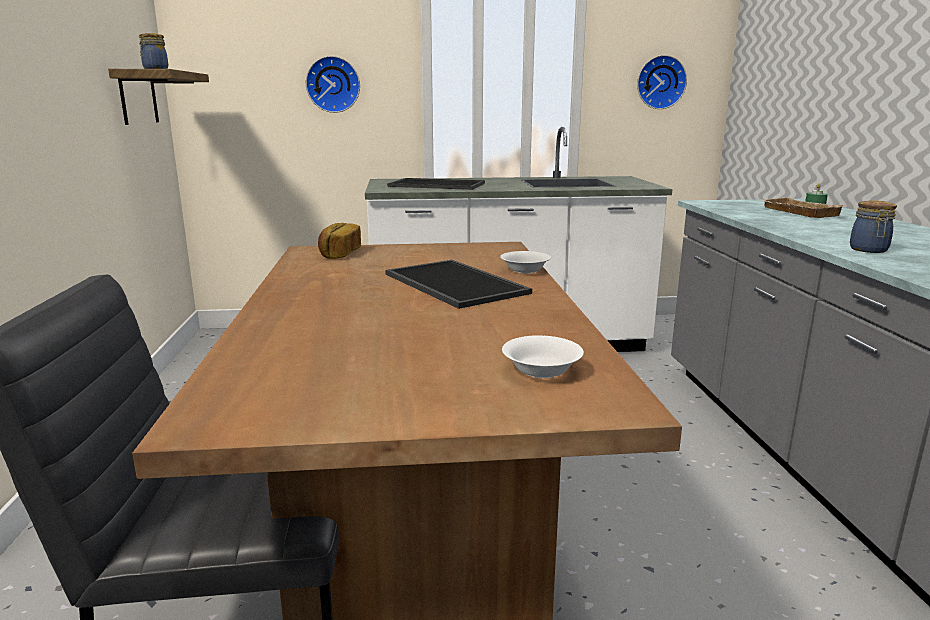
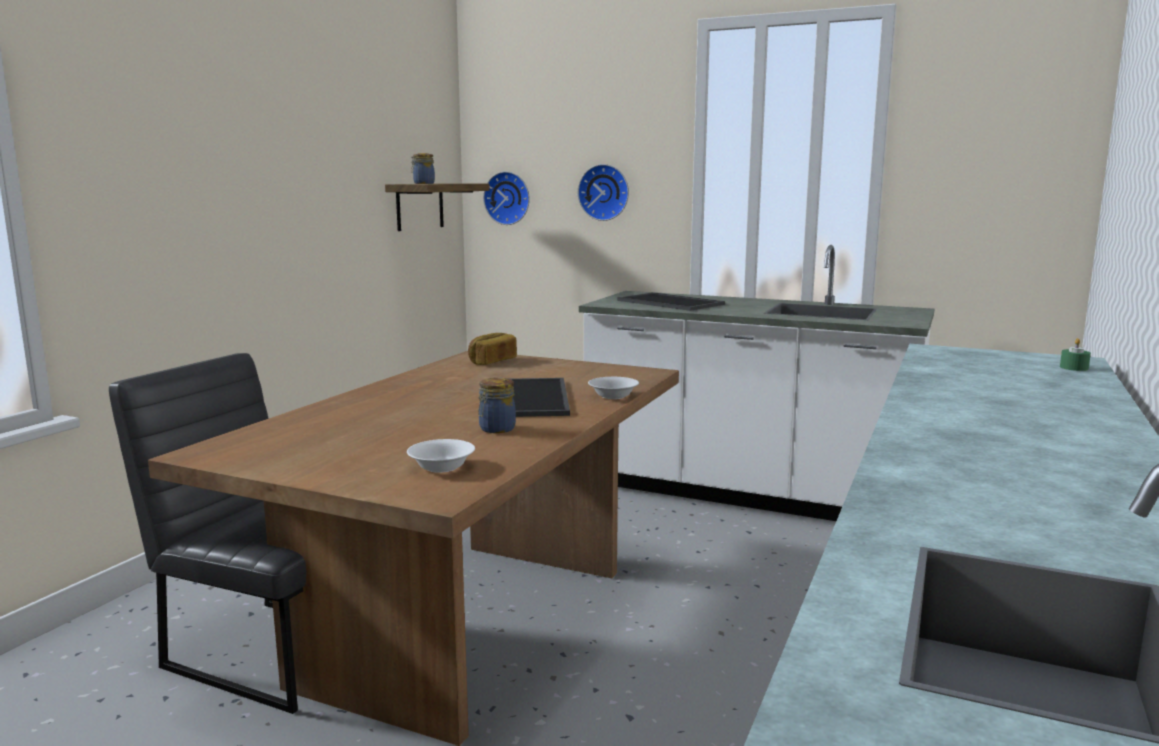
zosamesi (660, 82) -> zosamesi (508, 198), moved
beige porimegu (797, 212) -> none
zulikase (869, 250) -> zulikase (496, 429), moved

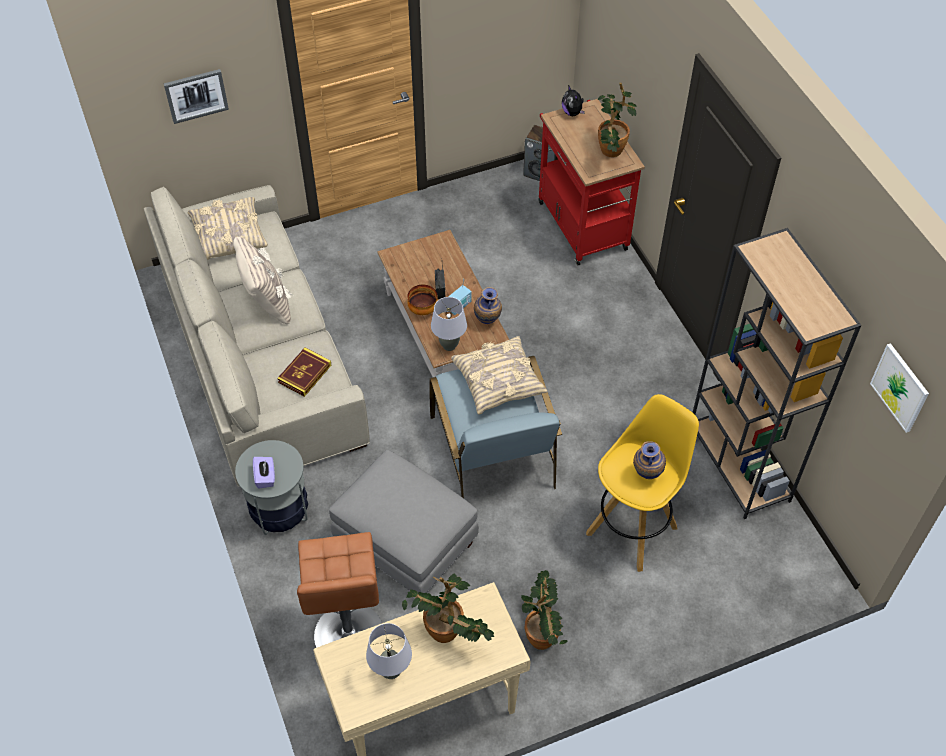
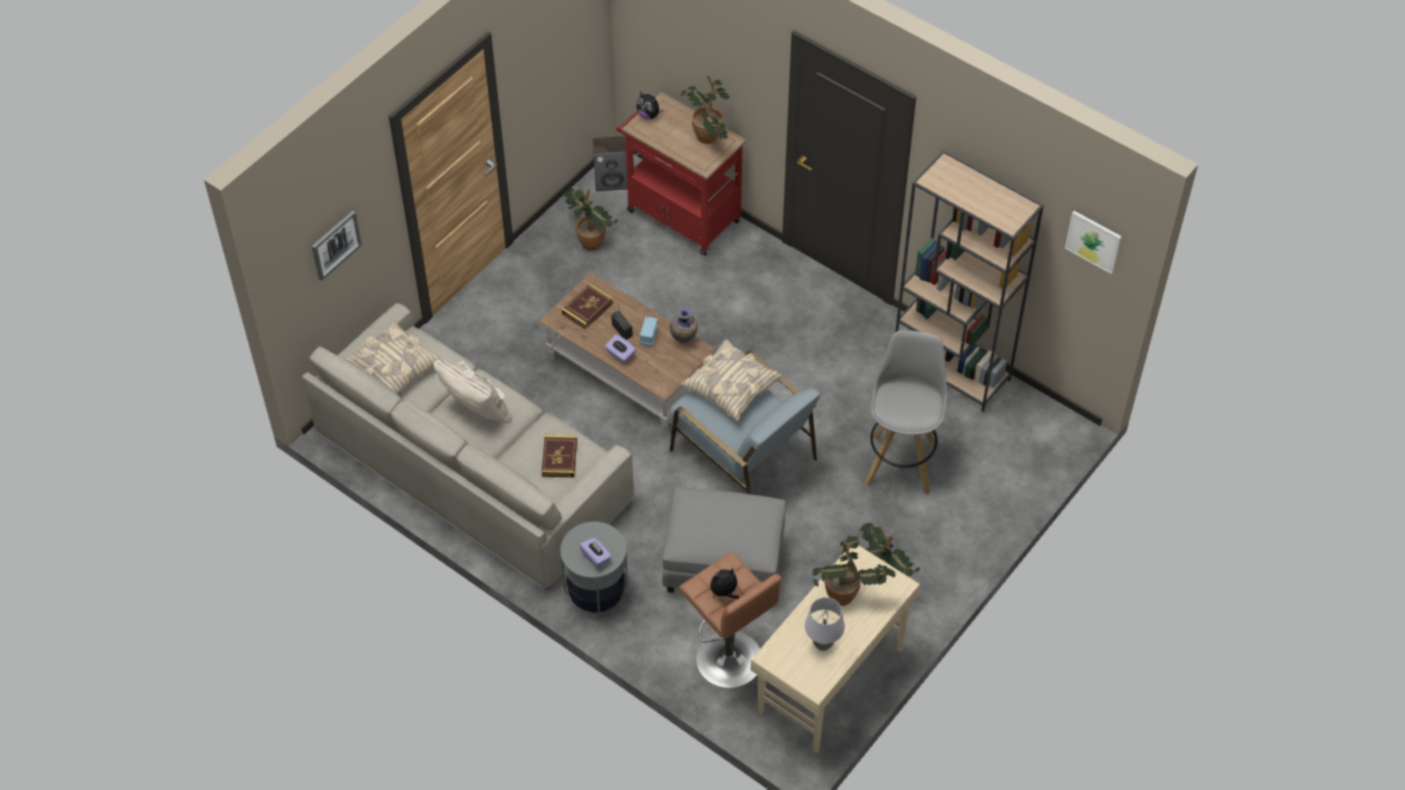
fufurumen (423, 310) -> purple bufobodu (620, 355)
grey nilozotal (449, 345) -> none
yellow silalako (633, 529) -> grey silalako (901, 462)
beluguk (646, 475) -> none
none -> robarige (589, 239)
none -> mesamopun (588, 308)
none -> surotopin (724, 592)

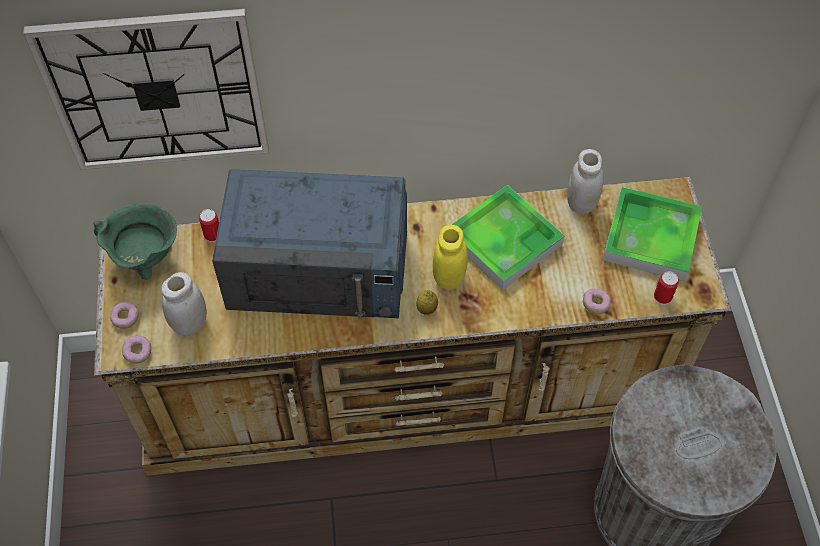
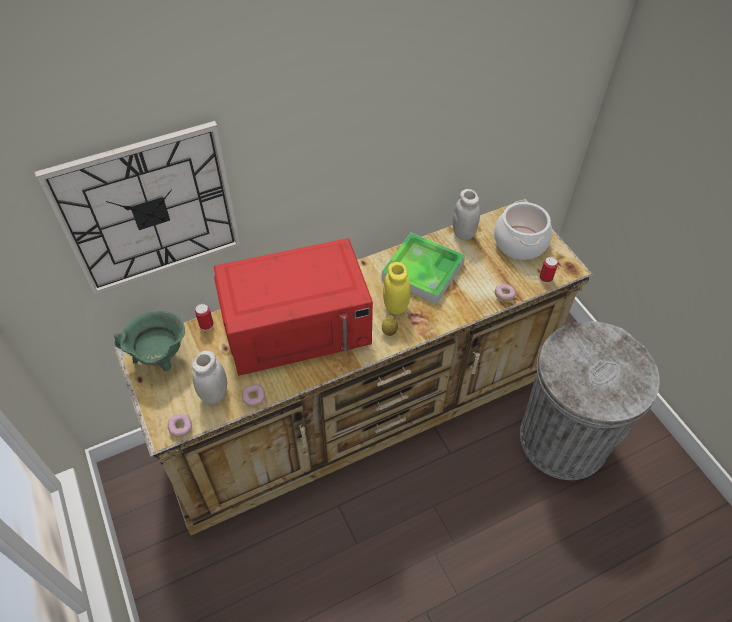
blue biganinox (319, 267) -> red biganinox (298, 325)
porimegu (651, 237) -> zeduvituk (519, 242)
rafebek (126, 318) -> rafebek (254, 398), moved

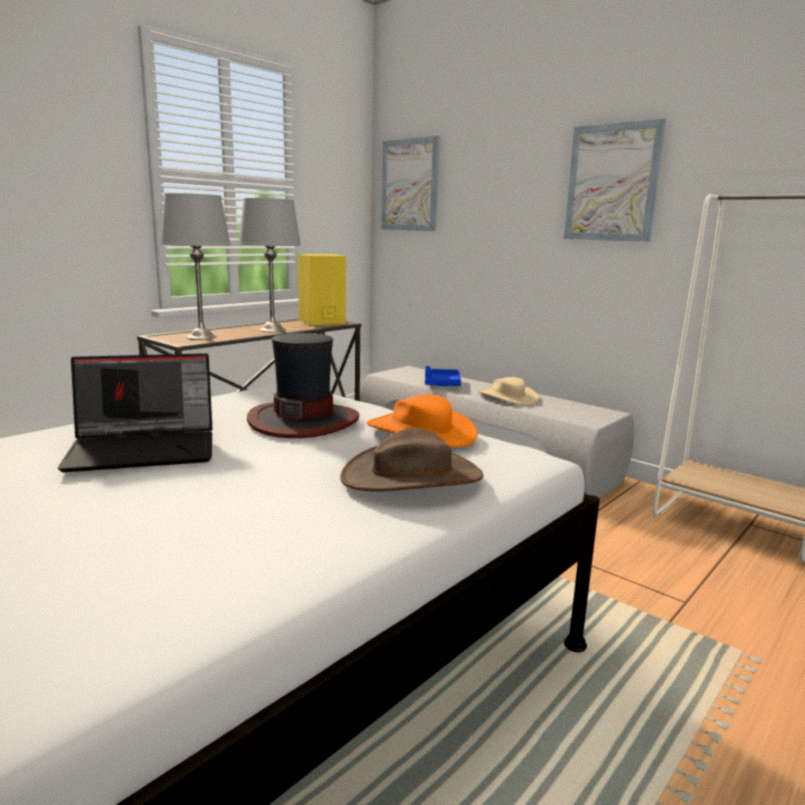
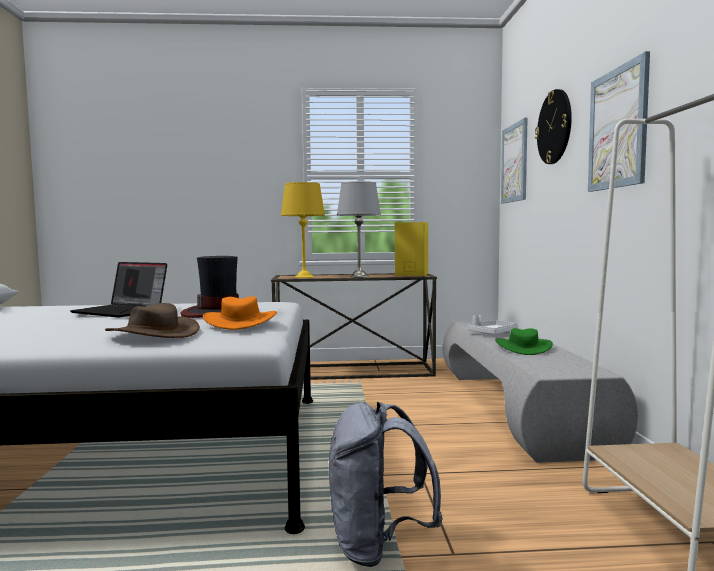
grey nilozotal (202, 337) -> yellow nilozotal (304, 277)
blue porimegu (442, 384) -> white porimegu (492, 333)
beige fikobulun (507, 397) -> green fikobulun (523, 347)
none -> zosamesi (554, 127)
none -> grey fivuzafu (378, 545)

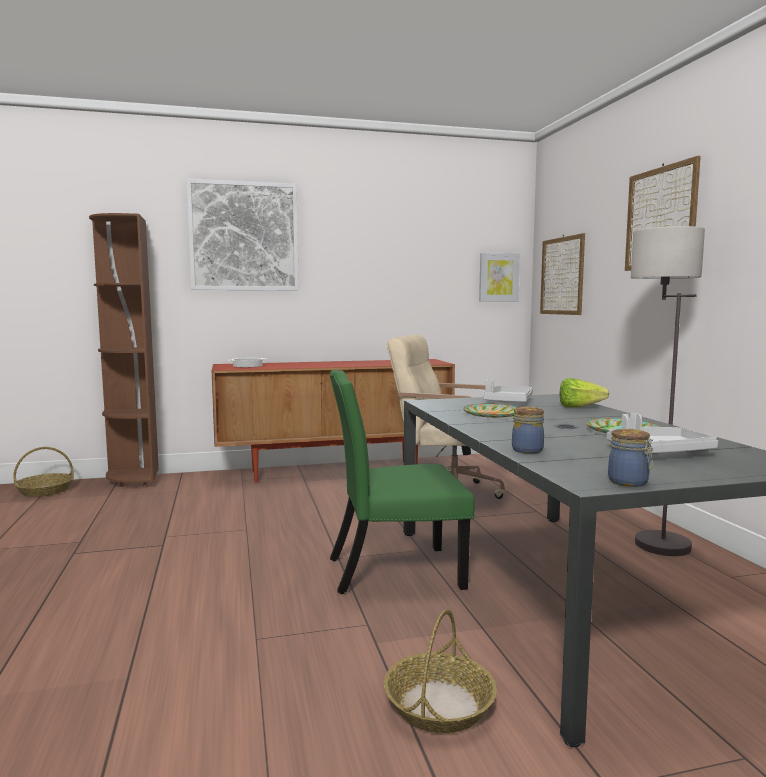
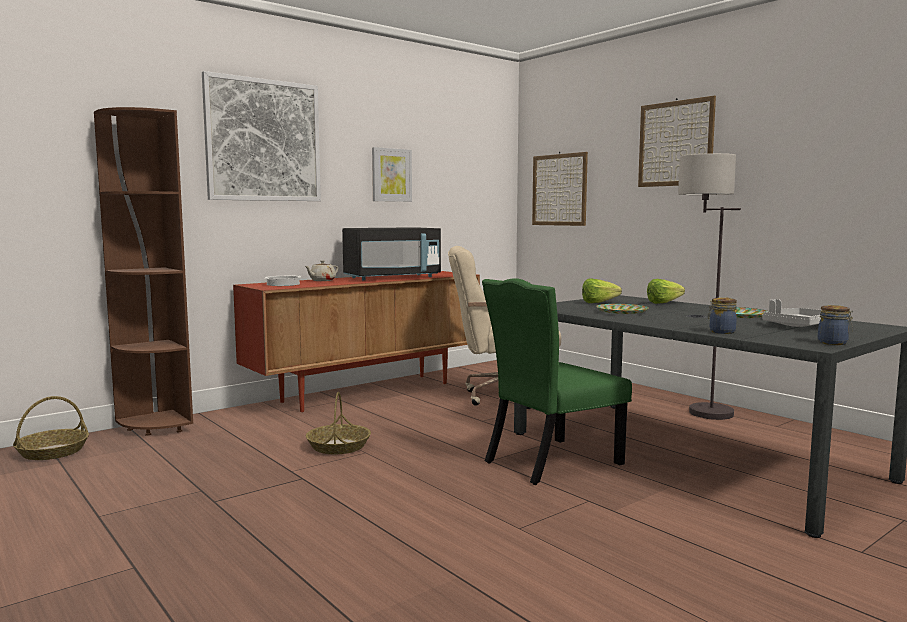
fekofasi (498, 277) -> fekofasi (391, 175), moved
grey porimegu (508, 402) -> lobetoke (602, 303)
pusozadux (439, 704) -> pusozadux (338, 446), moved
none -> black biganinox (392, 278)
none -> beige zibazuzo (322, 280)

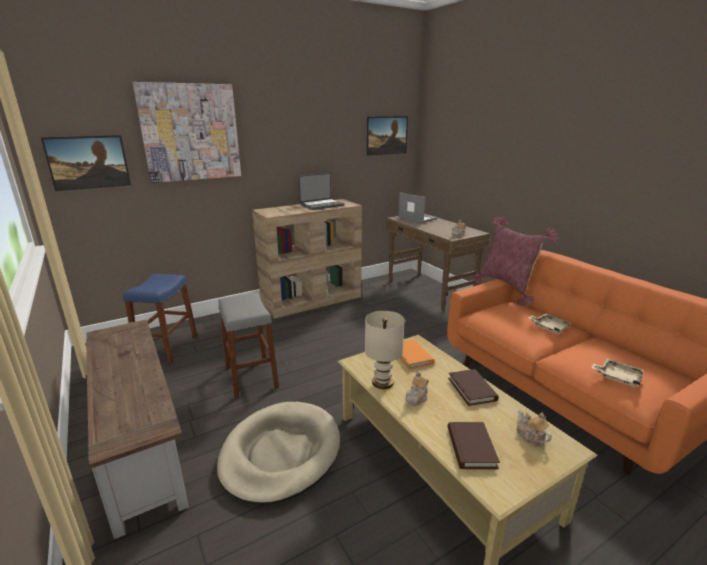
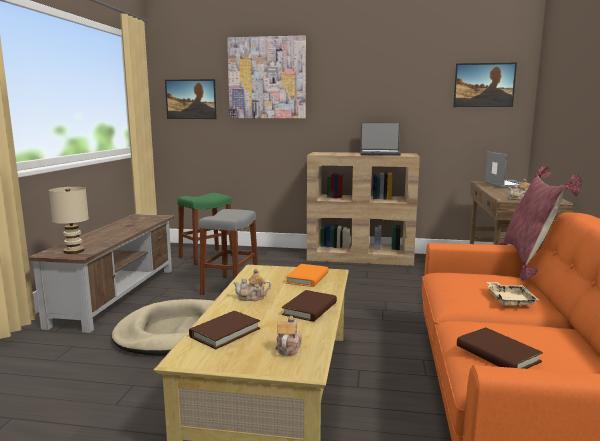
blue silalako (167, 347) -> green silalako (207, 257)
beige nilozotal (382, 382) -> beige nilozotal (74, 251), moved
beige porimegu (617, 377) -> brown mesamopun (497, 354)

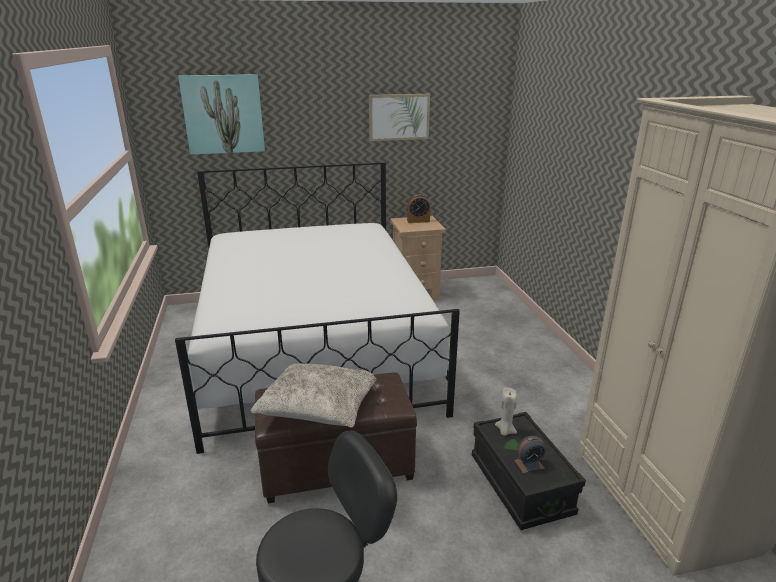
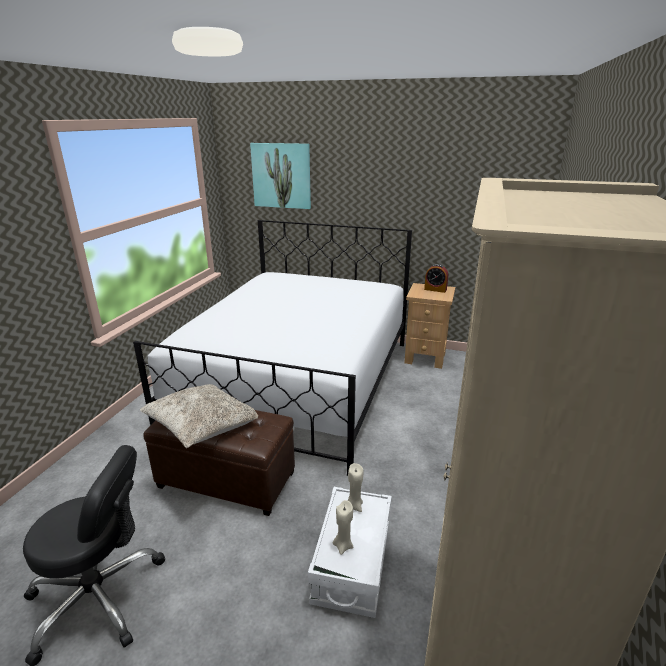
fekofasi (399, 117) -> none
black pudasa (520, 485) -> white pudasa (352, 564)
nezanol (529, 464) -> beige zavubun (343, 545)

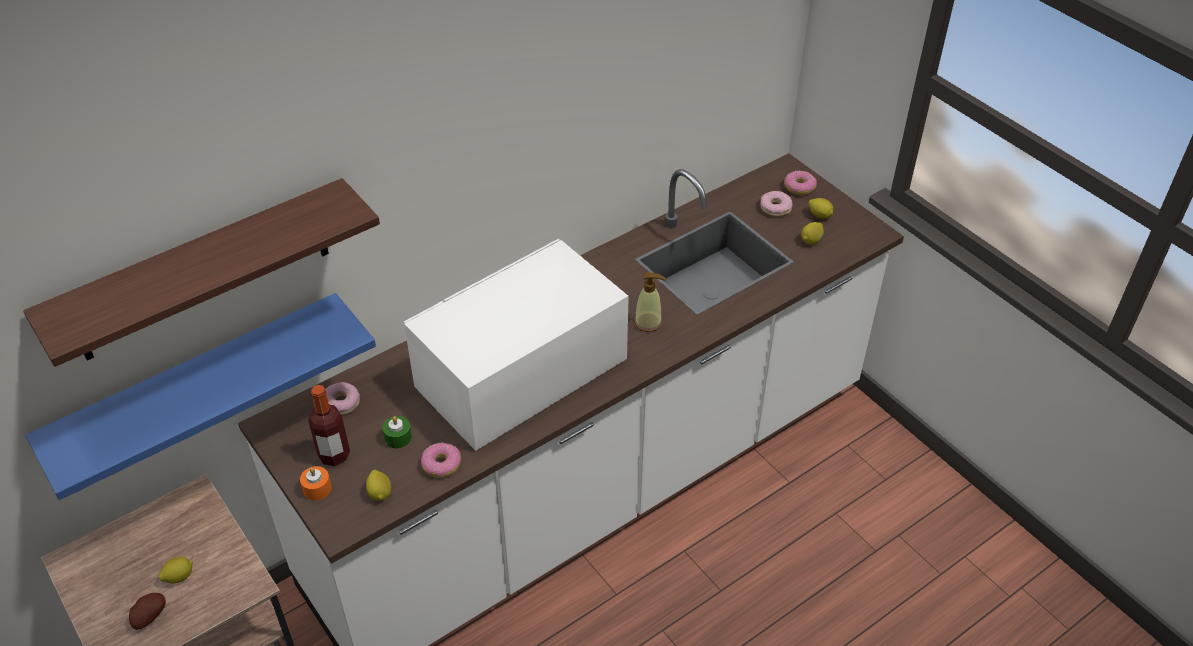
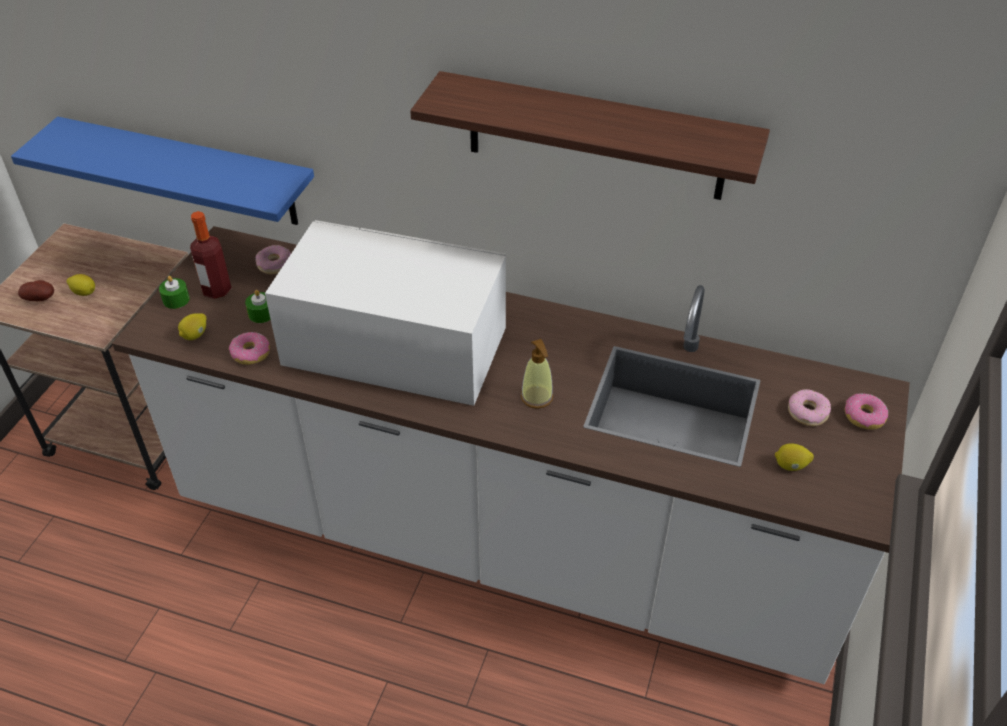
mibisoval (202, 272) -> mibisoval (595, 137), moved
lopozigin (820, 215) -> none
orange zavubun (317, 488) -> green zavubun (176, 299)

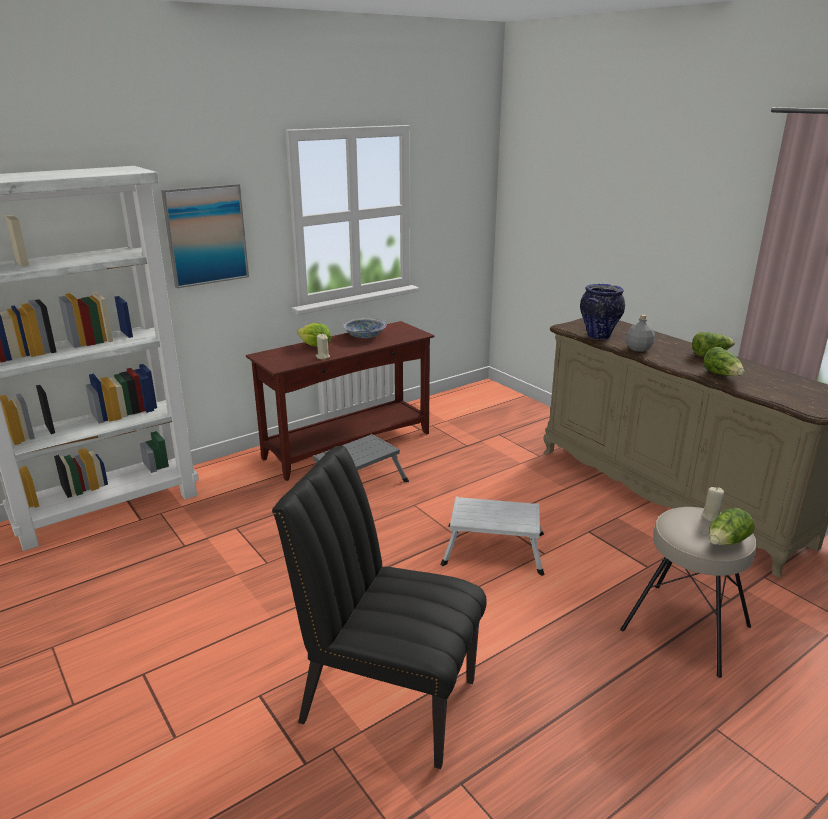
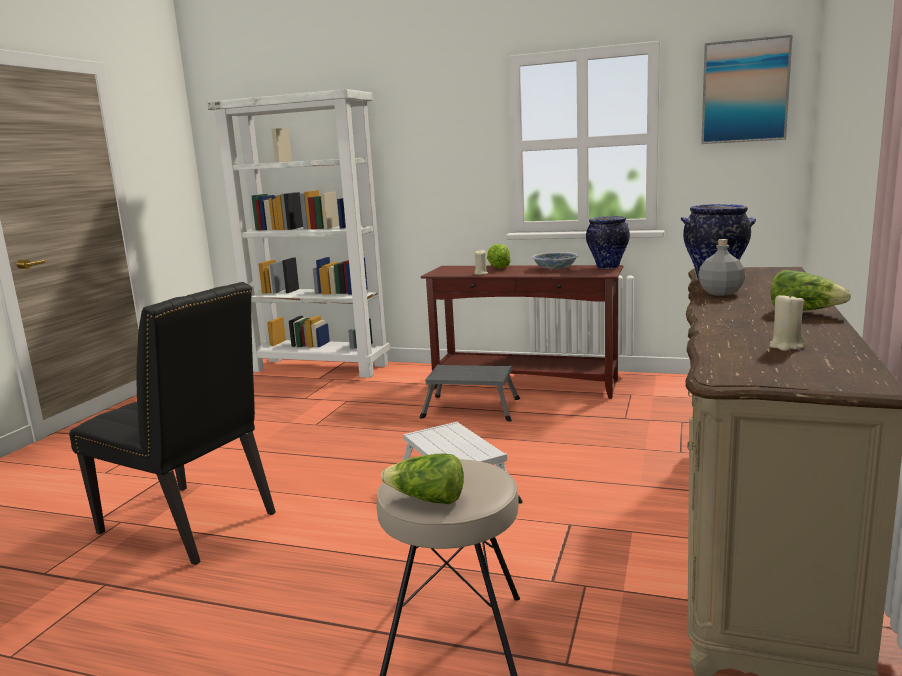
fekofasi (206, 235) -> fekofasi (744, 91), moved
lobetoke (722, 375) -> none
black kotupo (390, 701) -> black kotupo (186, 523), 135 degrees clockwise
beige zavubun (711, 516) -> beige zavubun (786, 346), moved
none -> beluguk (607, 267)

